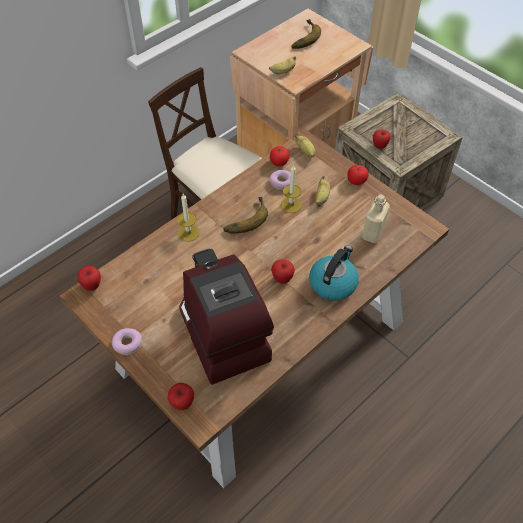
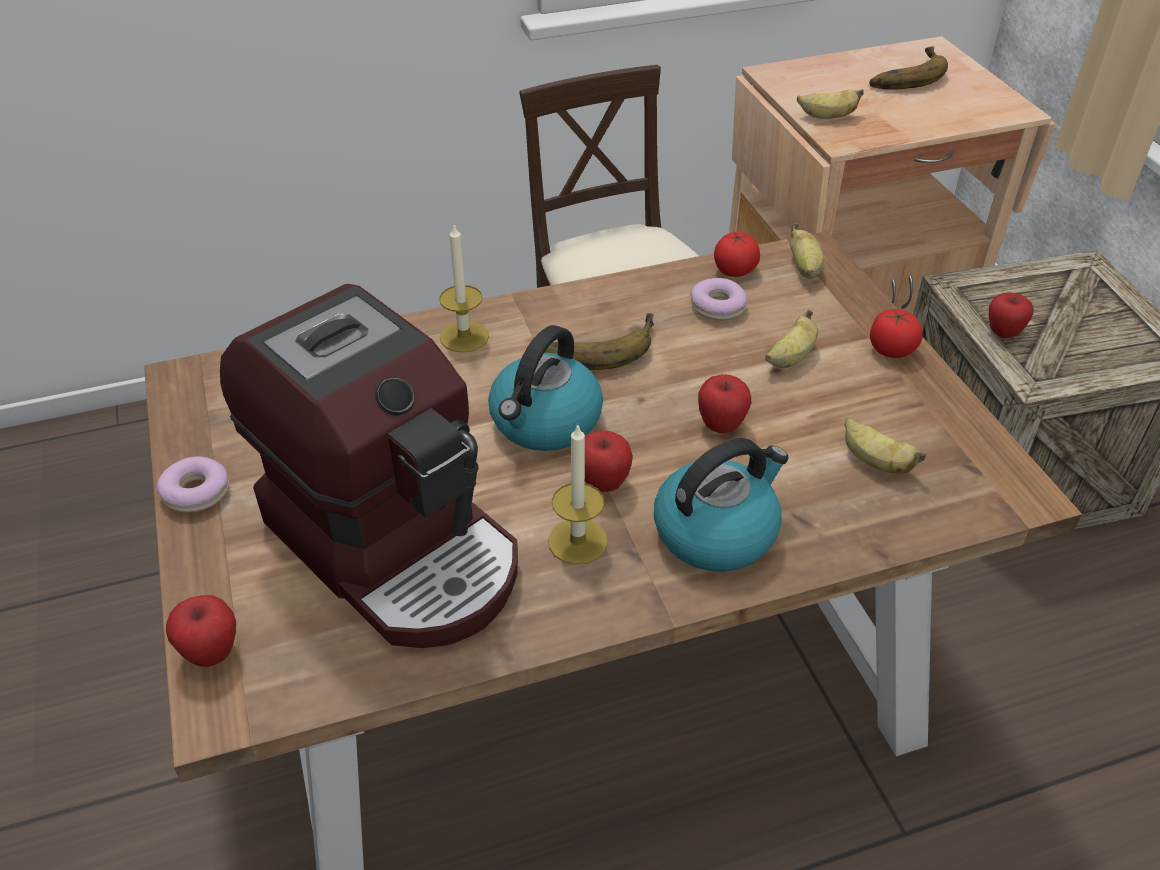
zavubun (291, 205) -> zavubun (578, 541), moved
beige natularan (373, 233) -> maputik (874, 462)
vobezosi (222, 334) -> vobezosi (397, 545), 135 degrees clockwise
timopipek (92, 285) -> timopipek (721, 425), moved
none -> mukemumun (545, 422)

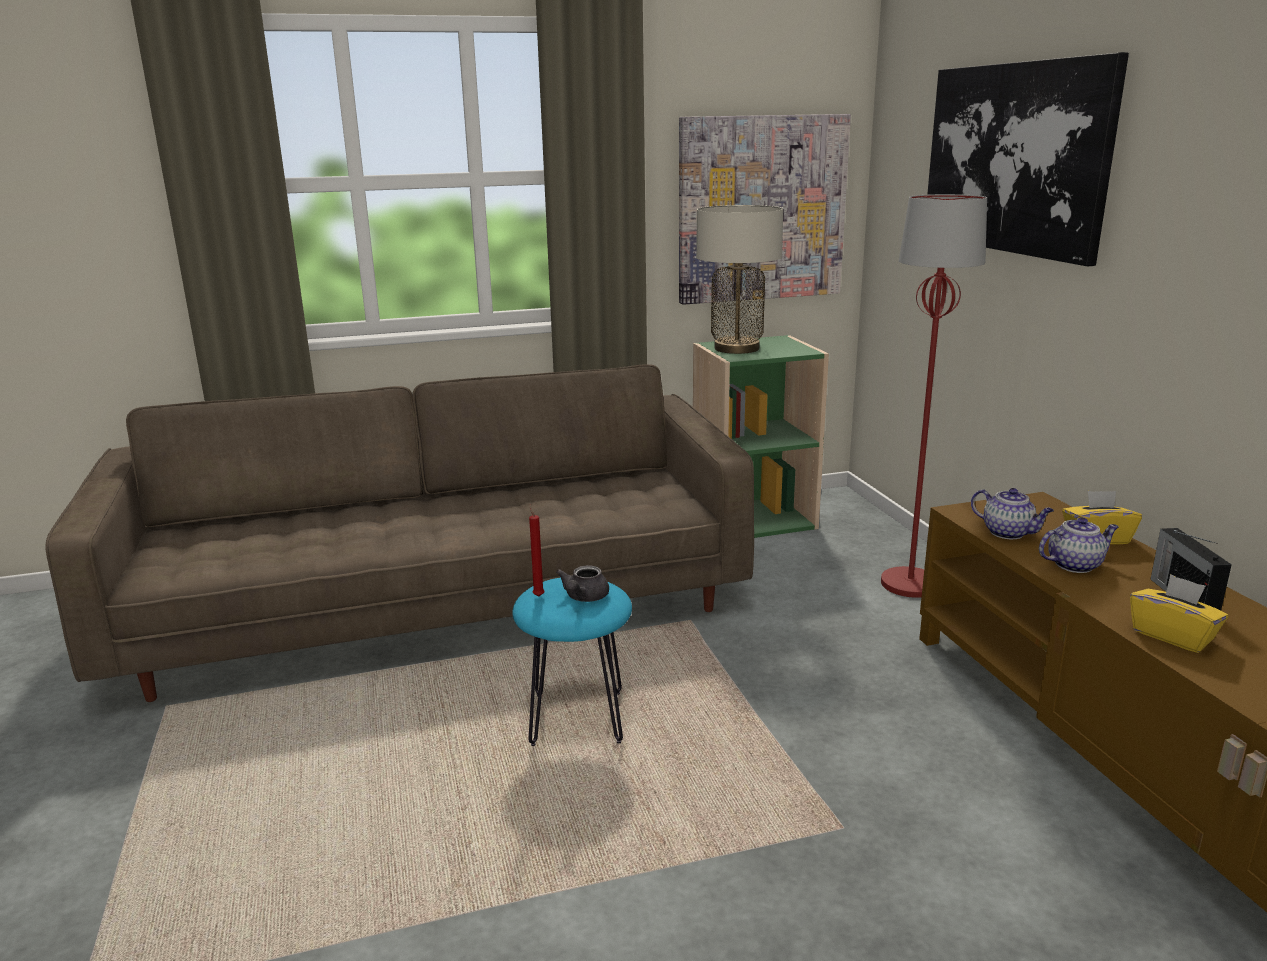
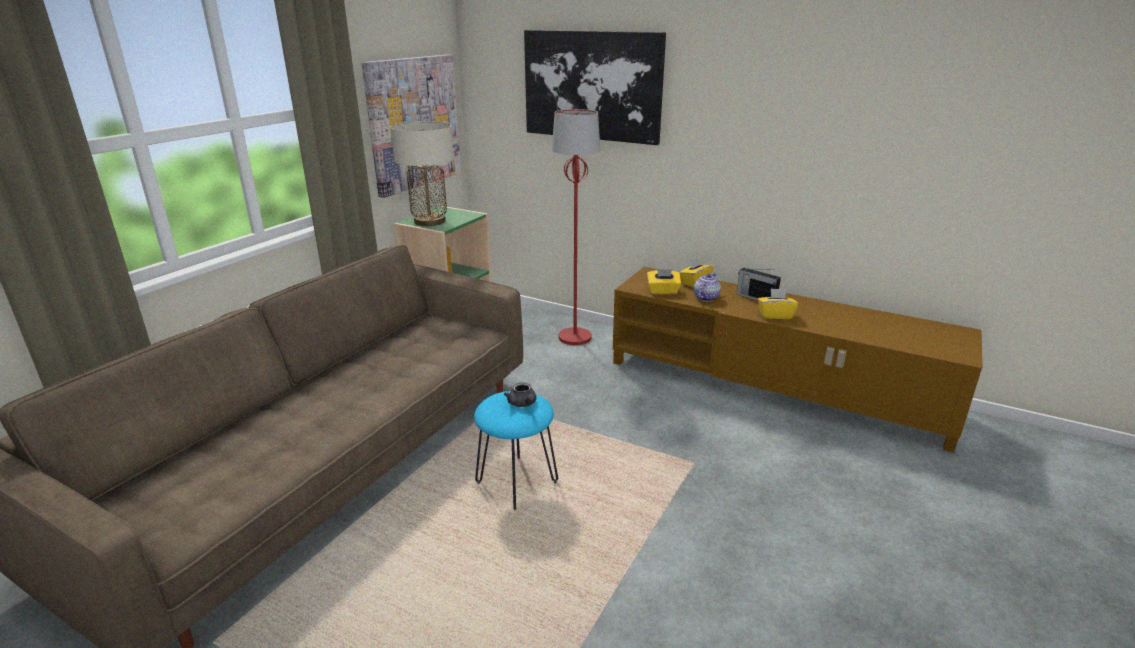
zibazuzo (1008, 533) -> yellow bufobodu (663, 291)
red zavubun (538, 595) -> none

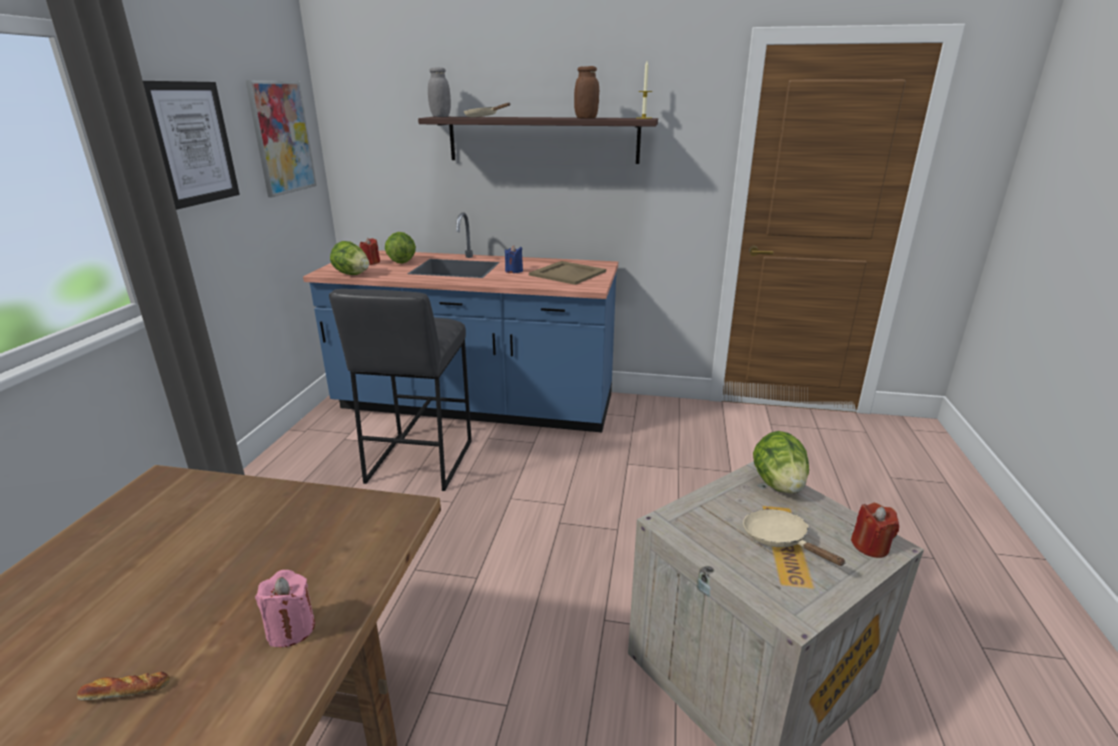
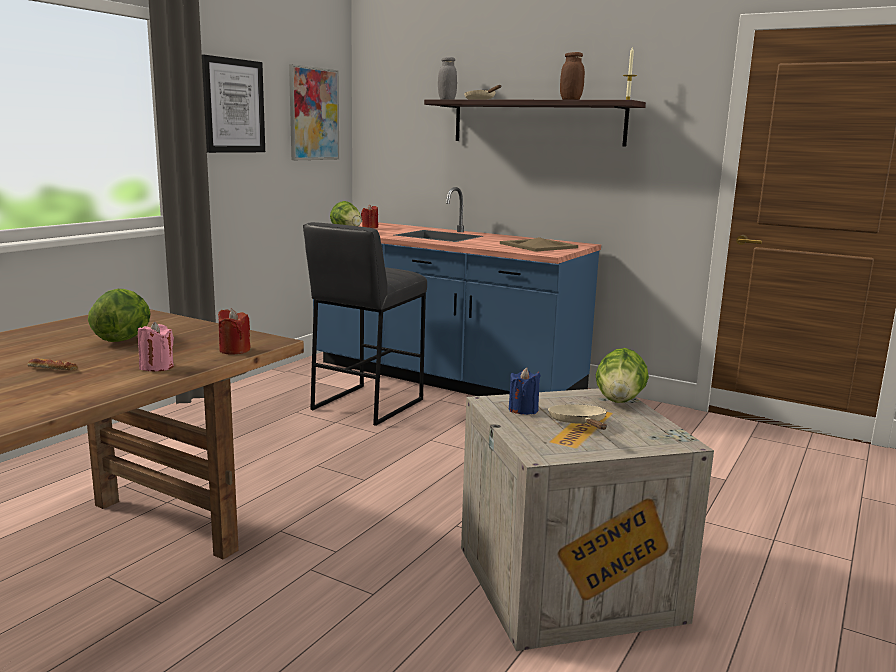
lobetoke (401, 262) -> lobetoke (123, 339), moved
blue zavubun (514, 271) -> blue zavubun (523, 410), moved
red zavubun (870, 546) -> red zavubun (234, 350), moved

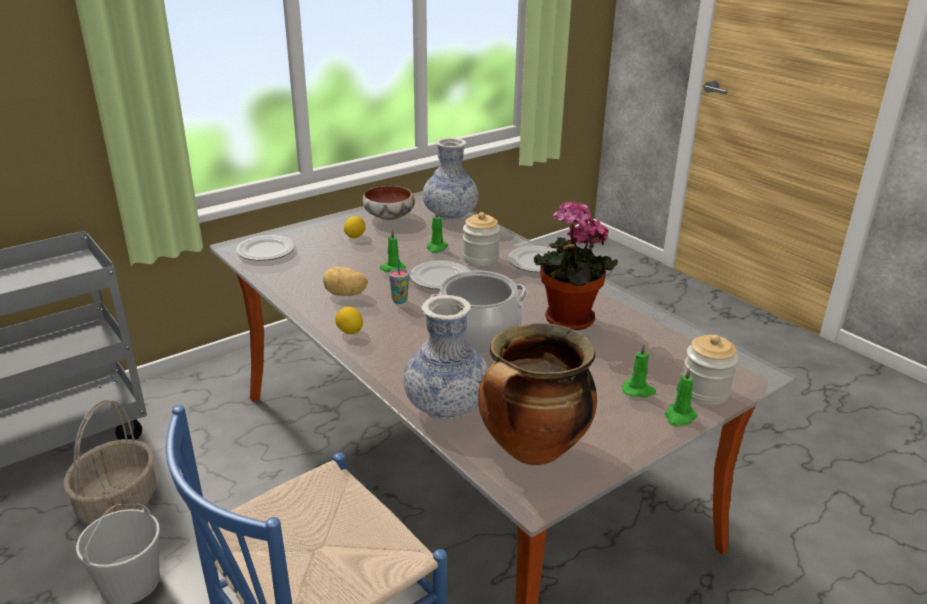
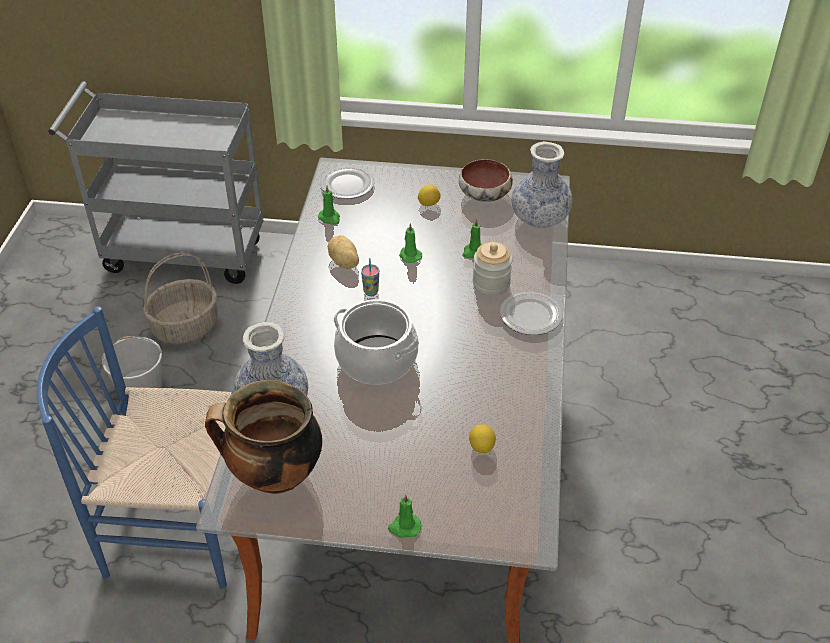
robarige (566, 321) -> none
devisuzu (440, 278) -> none
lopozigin (350, 332) -> lopozigin (481, 447), moved
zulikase (705, 391) -> none
green zavubun (638, 390) -> green zavubun (329, 218), moved

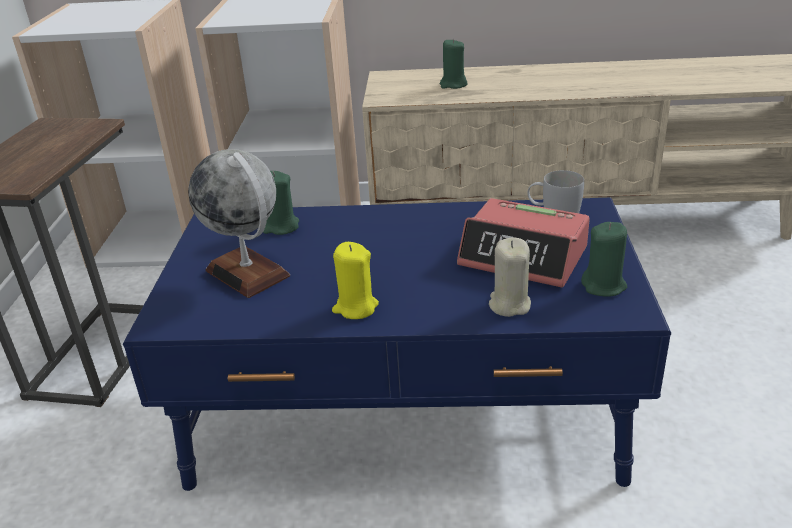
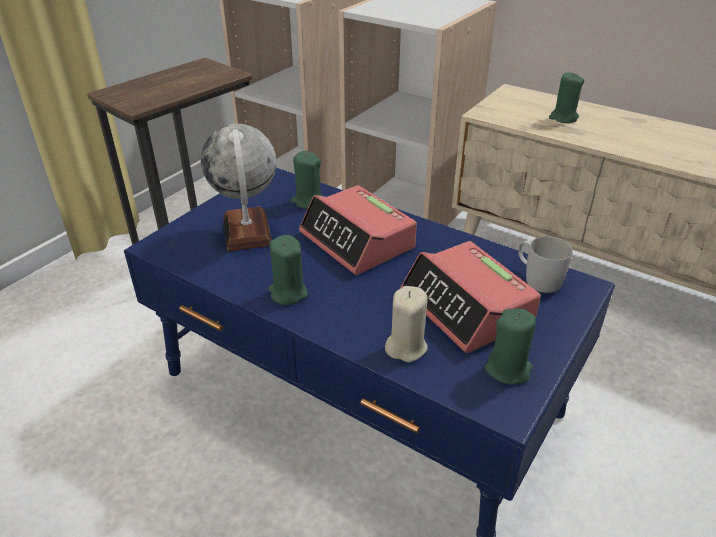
yellow zavubun (355, 307) -> green zavubun (288, 293)
none -> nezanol (357, 241)

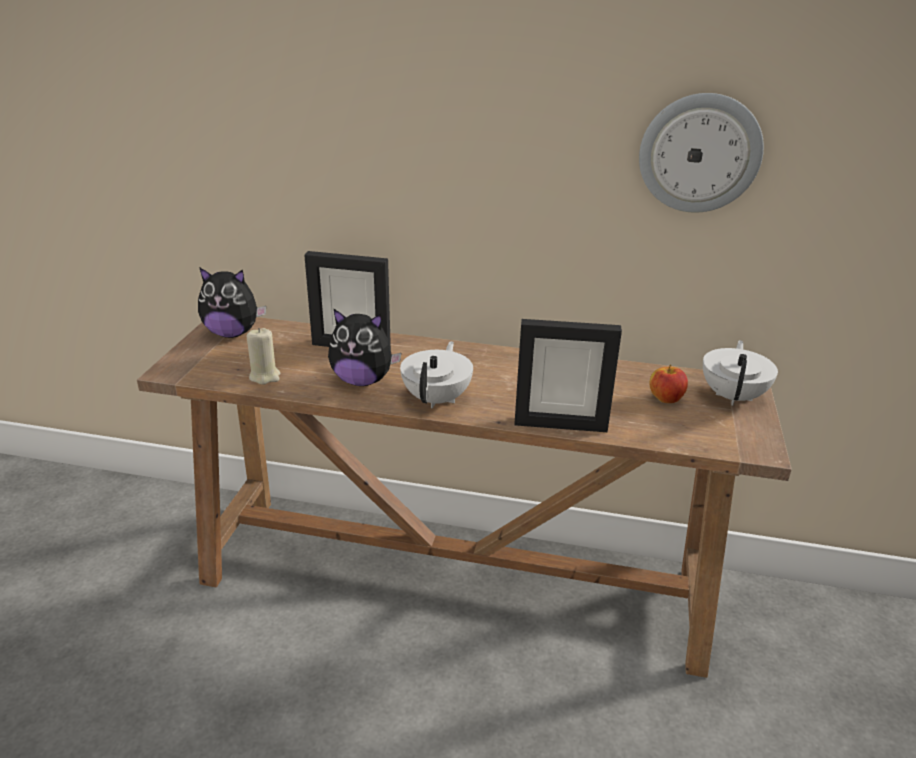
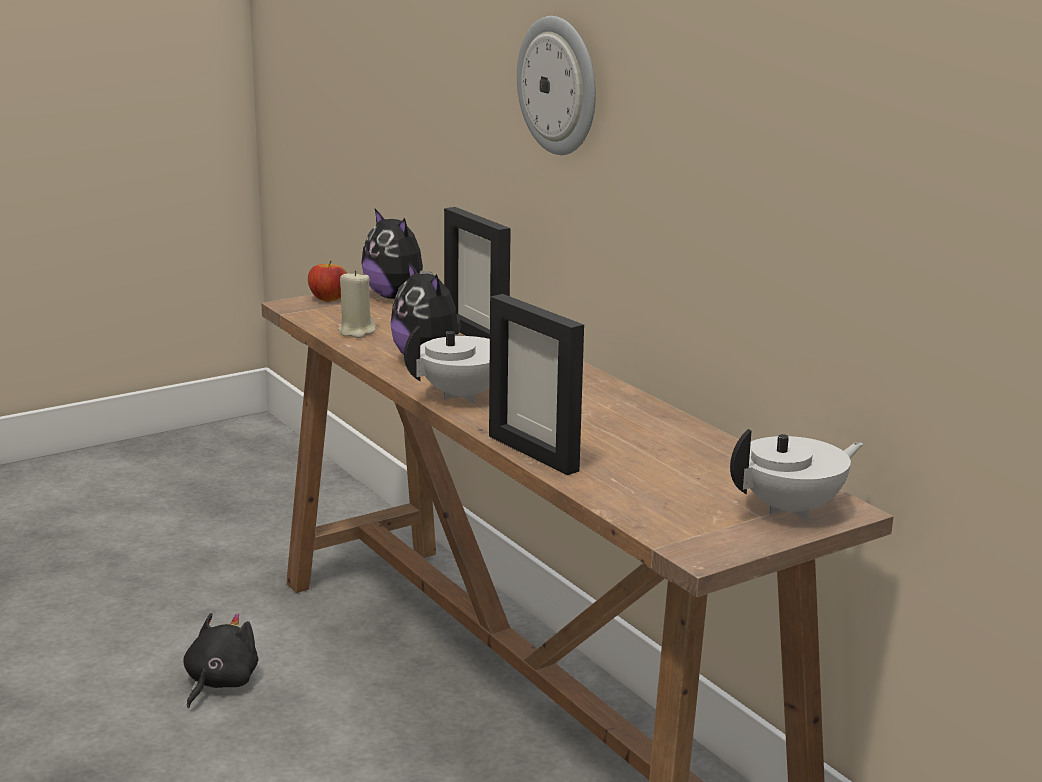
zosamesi (699, 153) -> zosamesi (559, 85), moved
timopipek (665, 399) -> timopipek (328, 299), moved
none -> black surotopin (219, 683)

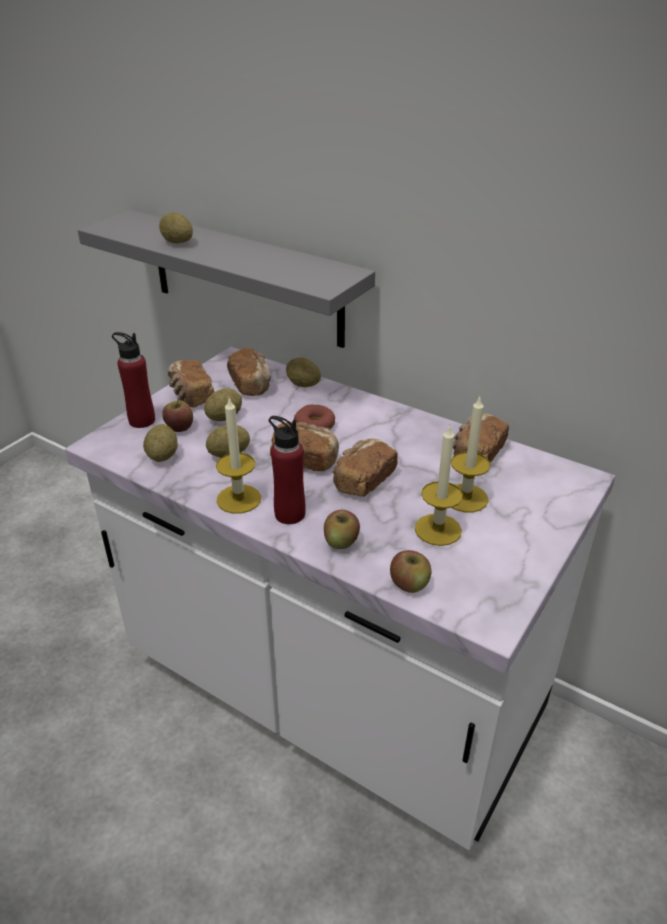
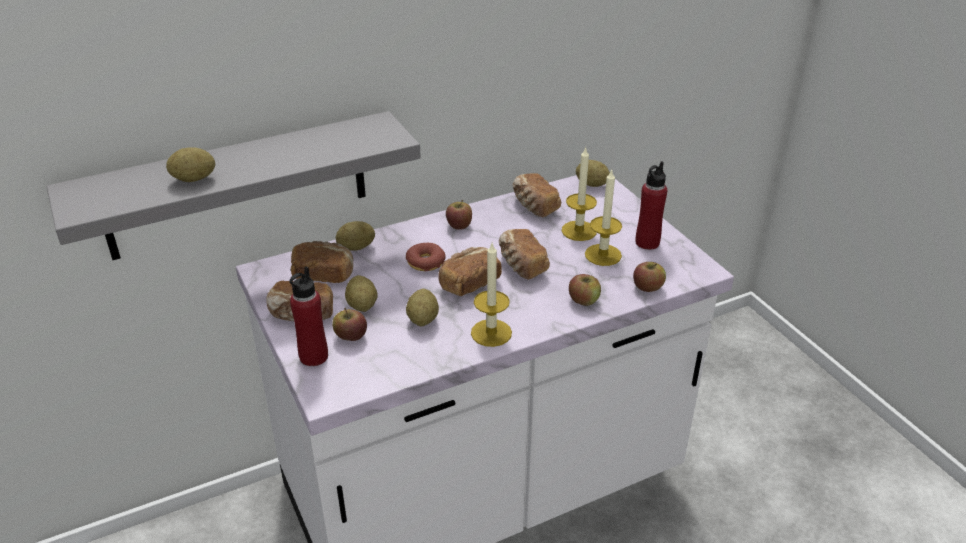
red natularan (289, 514) -> red natularan (647, 242), moved
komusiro (162, 456) -> komusiro (591, 184), moved
none -> timopipek (459, 225)

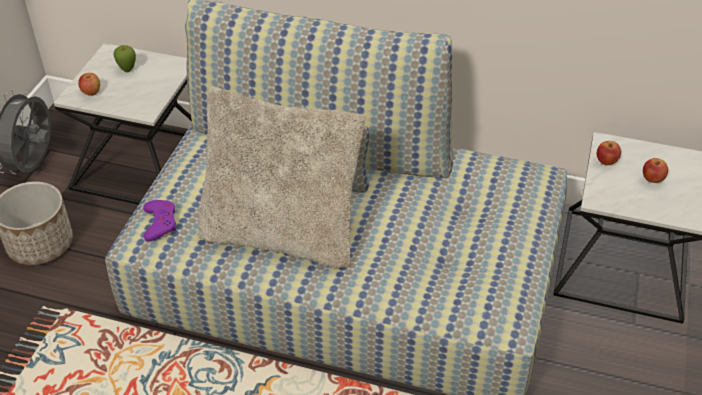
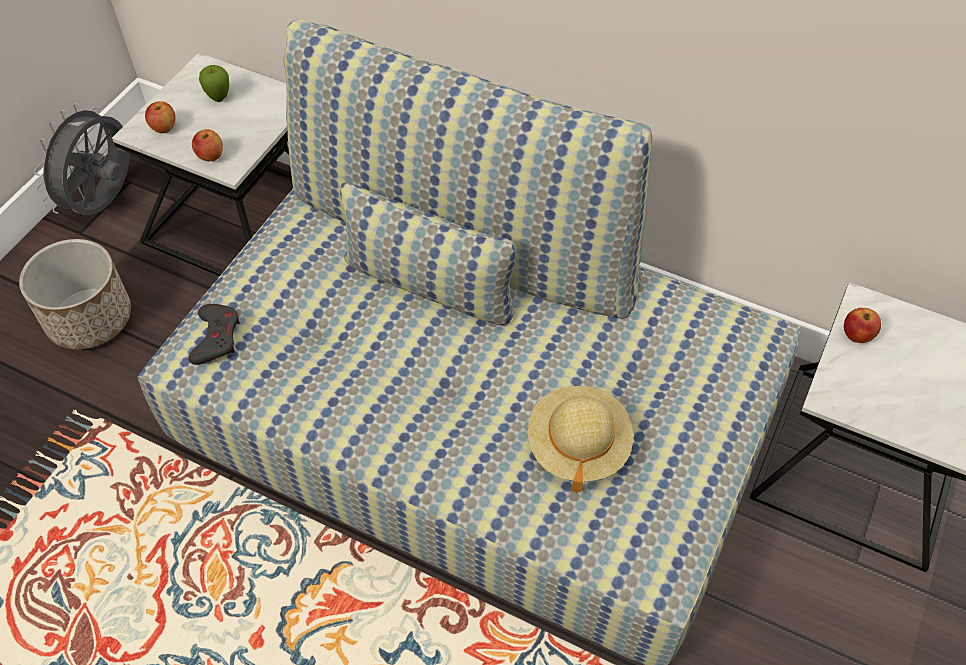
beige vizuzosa (282, 230) -> none
timopipek (652, 179) -> timopipek (210, 156), moved
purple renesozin (160, 223) -> grey renesozin (216, 337)
none -> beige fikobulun (577, 446)

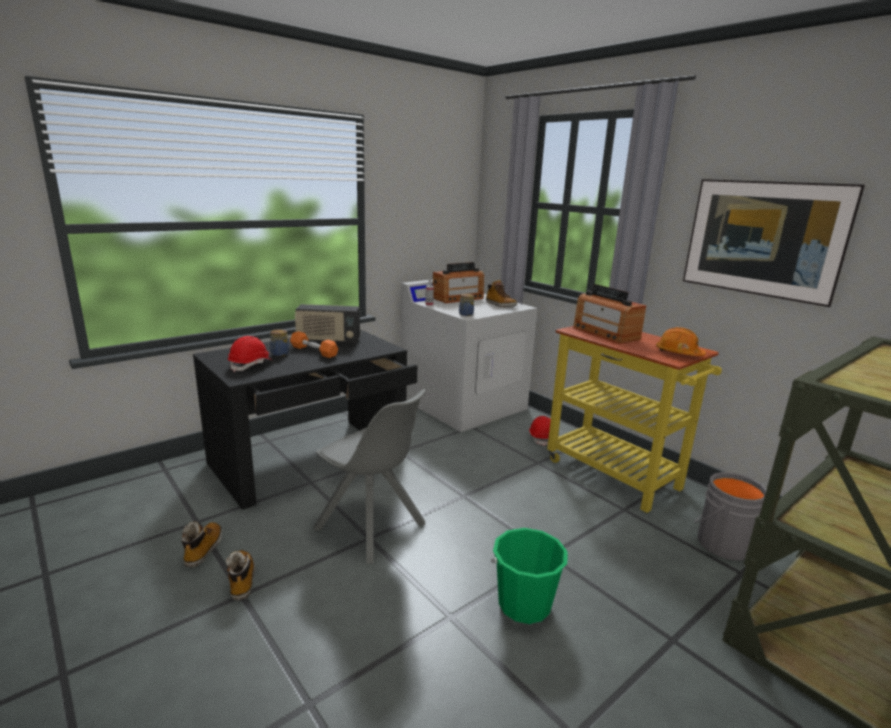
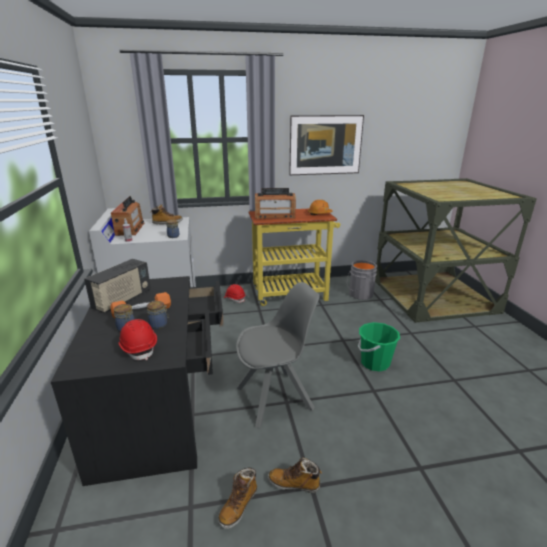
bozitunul (203, 549) -> bozitunul (238, 506), 90 degrees counterclockwise
none -> zulikase (159, 325)

